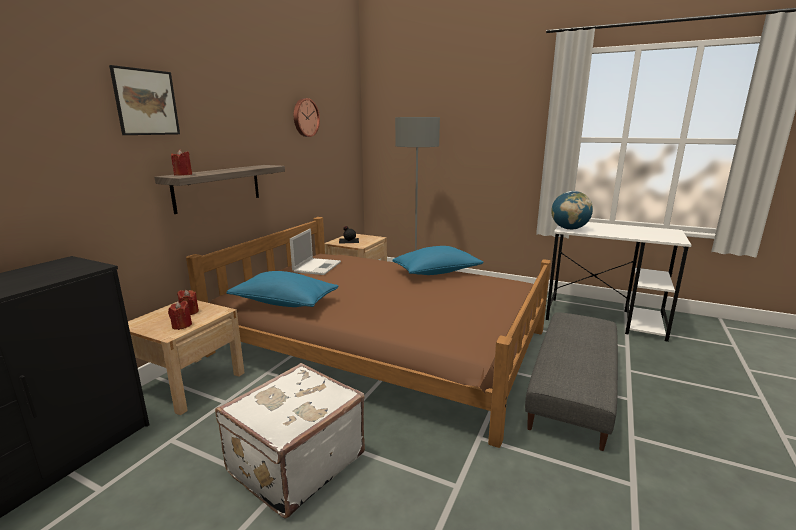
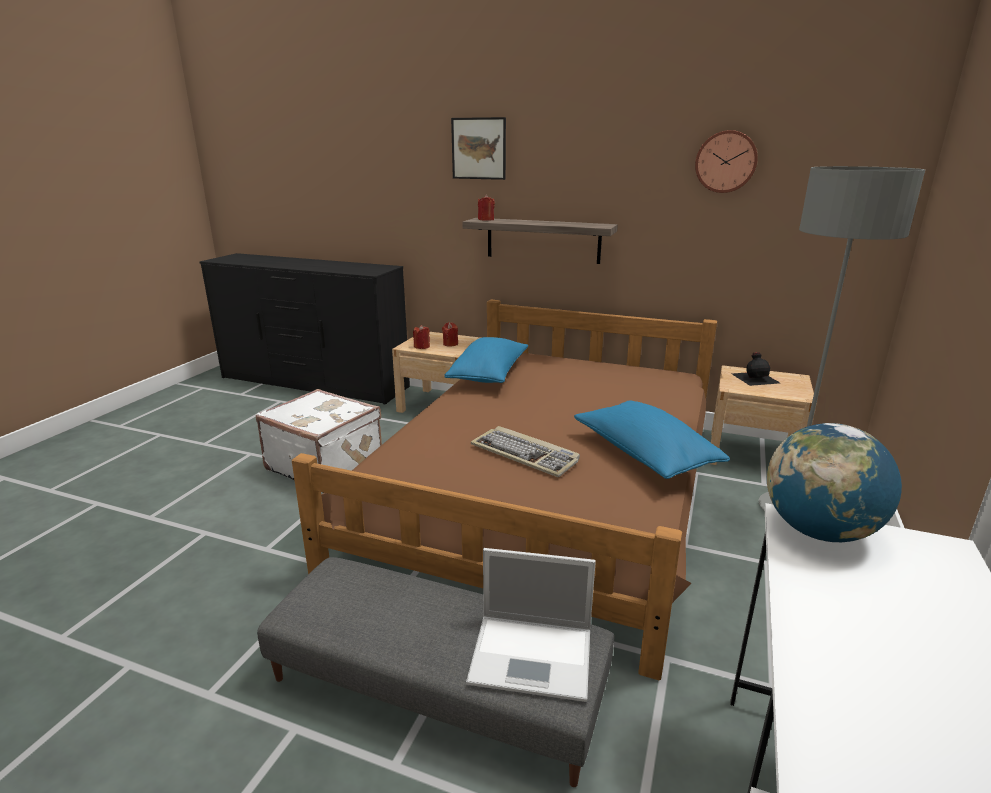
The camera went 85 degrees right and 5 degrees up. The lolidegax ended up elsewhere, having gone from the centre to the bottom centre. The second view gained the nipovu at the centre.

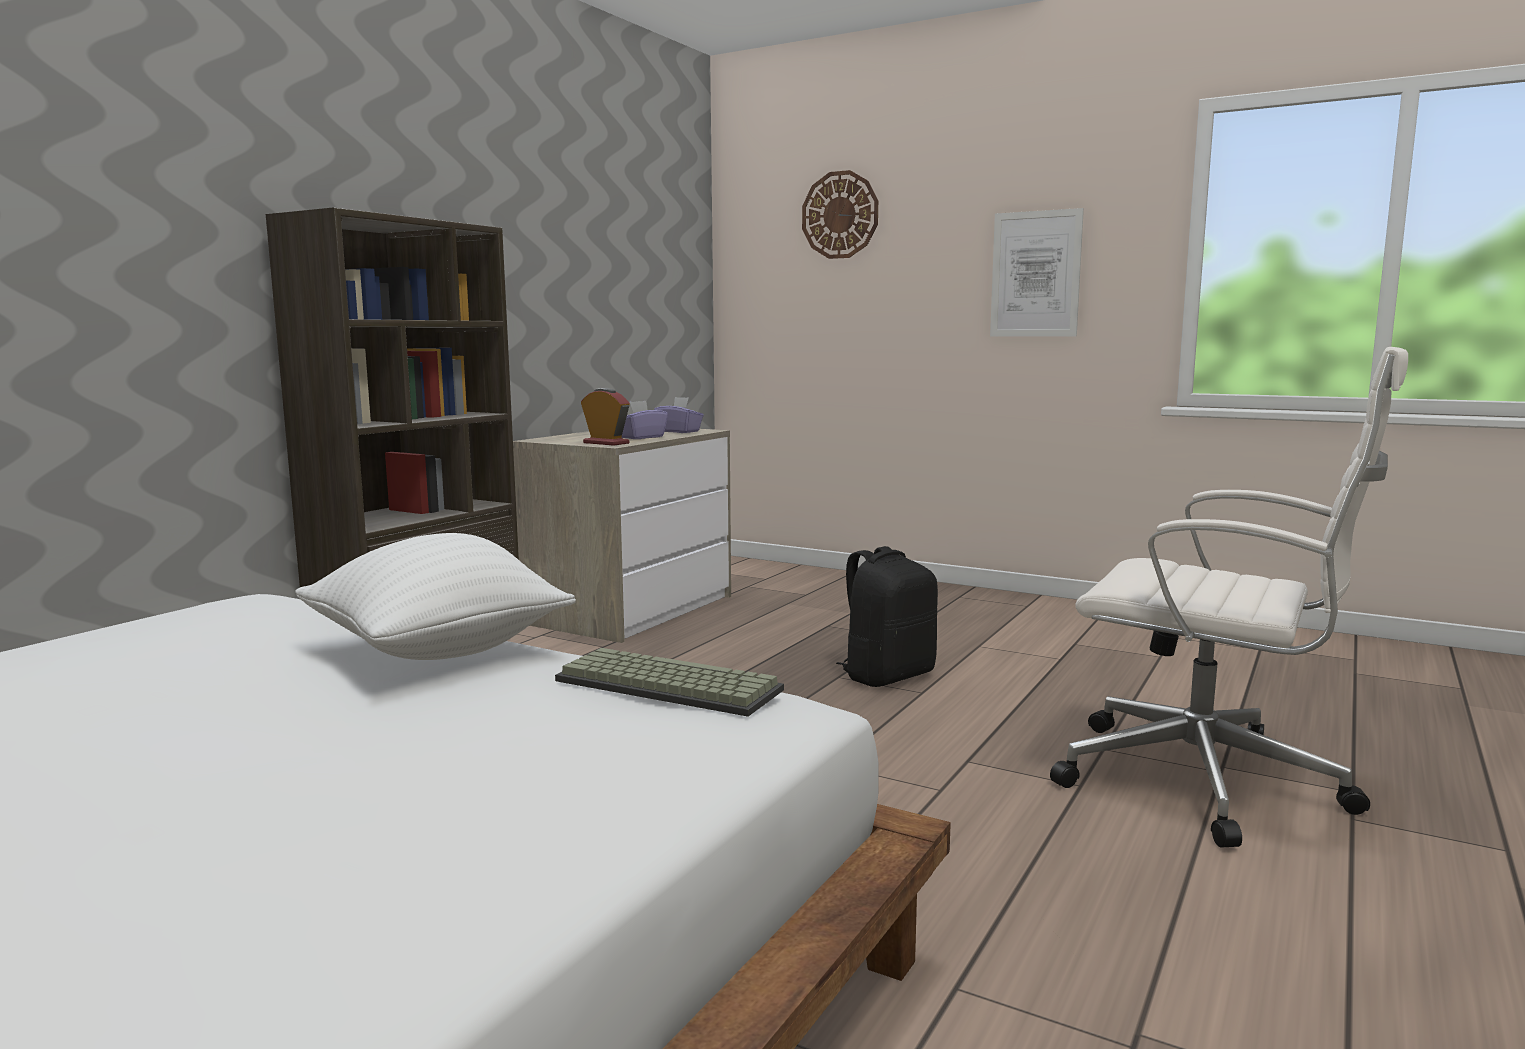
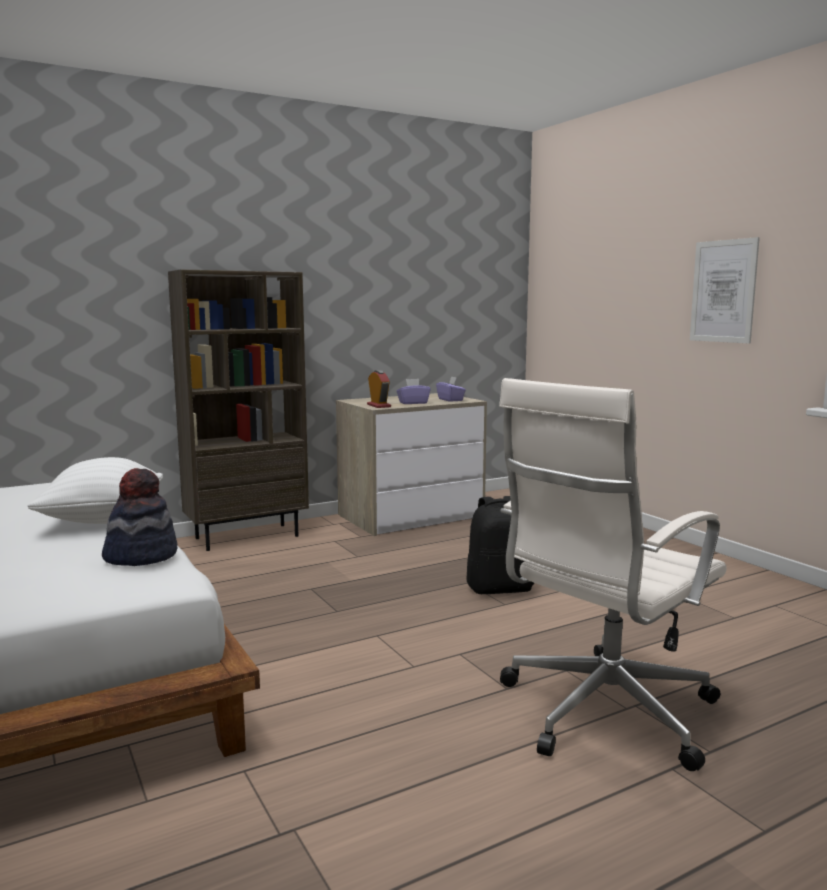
The camera went 30 degrees right and 0 degrees up. Where the nipovu stood at the centre, the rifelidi came to stand at the middle left. The second view lost the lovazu at the top centre. The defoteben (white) at the middle right ended up facing another way, 75 degrees clockwise from before.

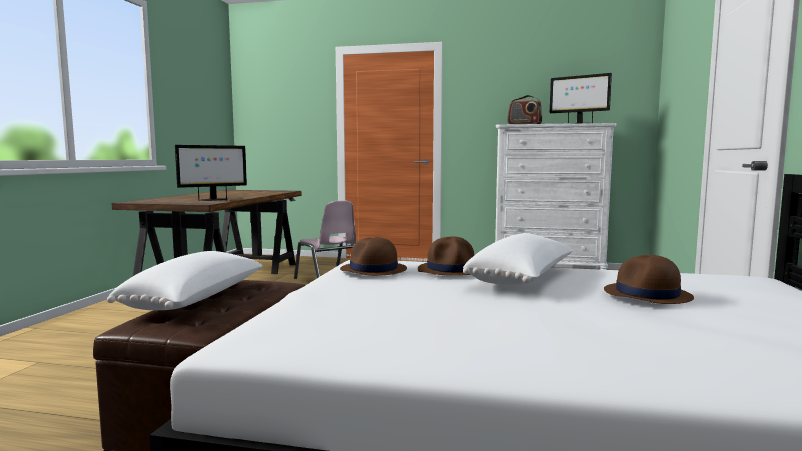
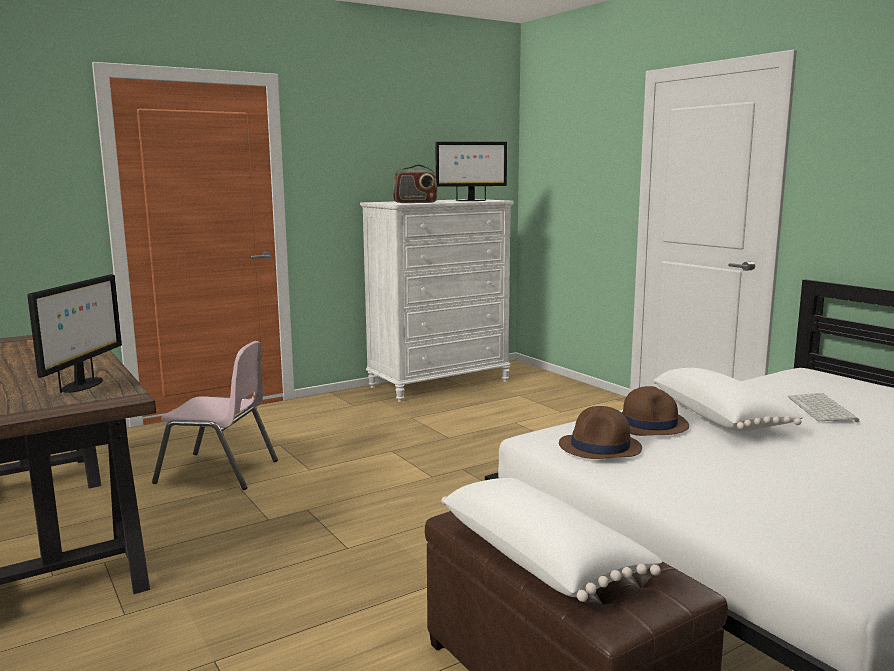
The camera went 45 degrees left and 5 degrees up. Where the rifelidi (brown) (3rd from left) stood at the middle right, the nipovu came to stand at the middle right.

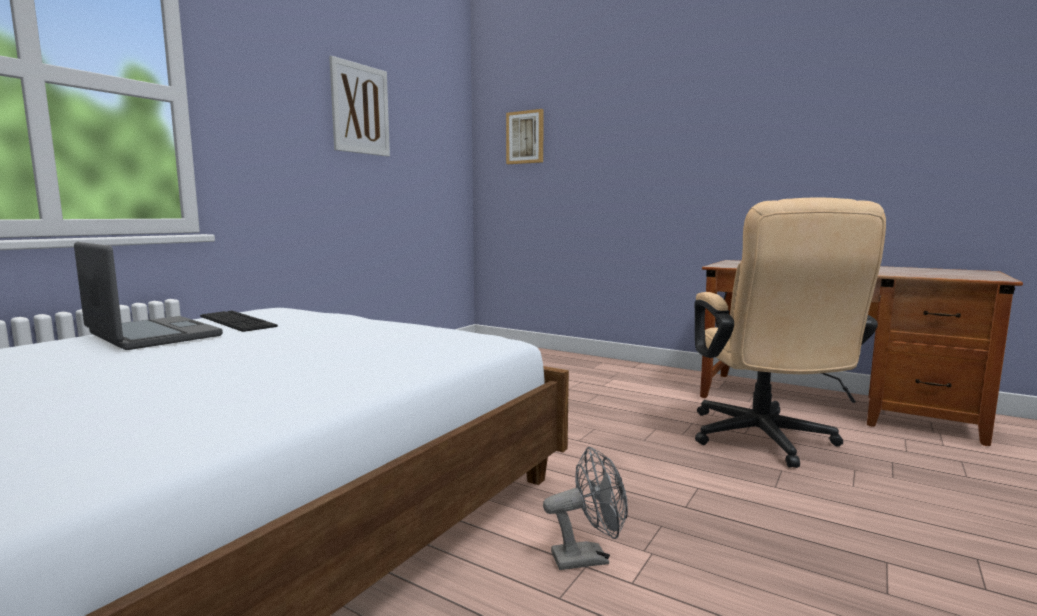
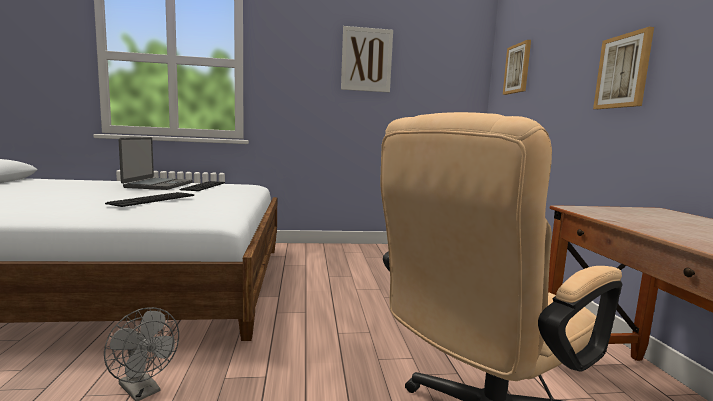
The camera went 50 degrees right and 0 degrees up. The second view gained the nipovu (1st from left) at the middle left. The second view gained the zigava (3rd from left) at the top right.

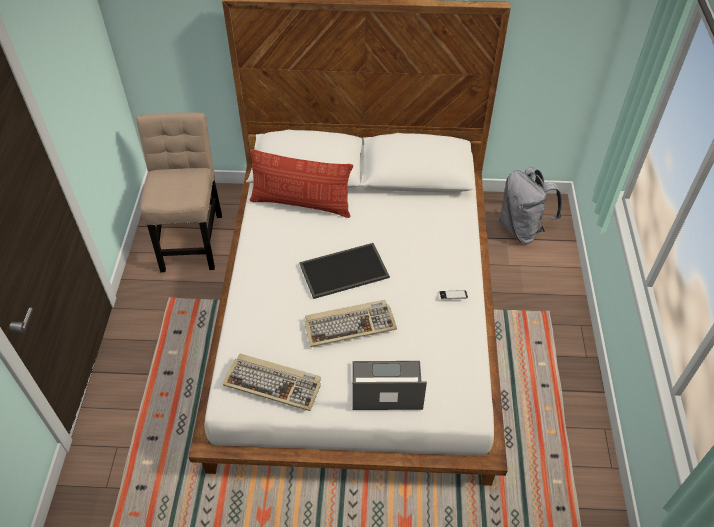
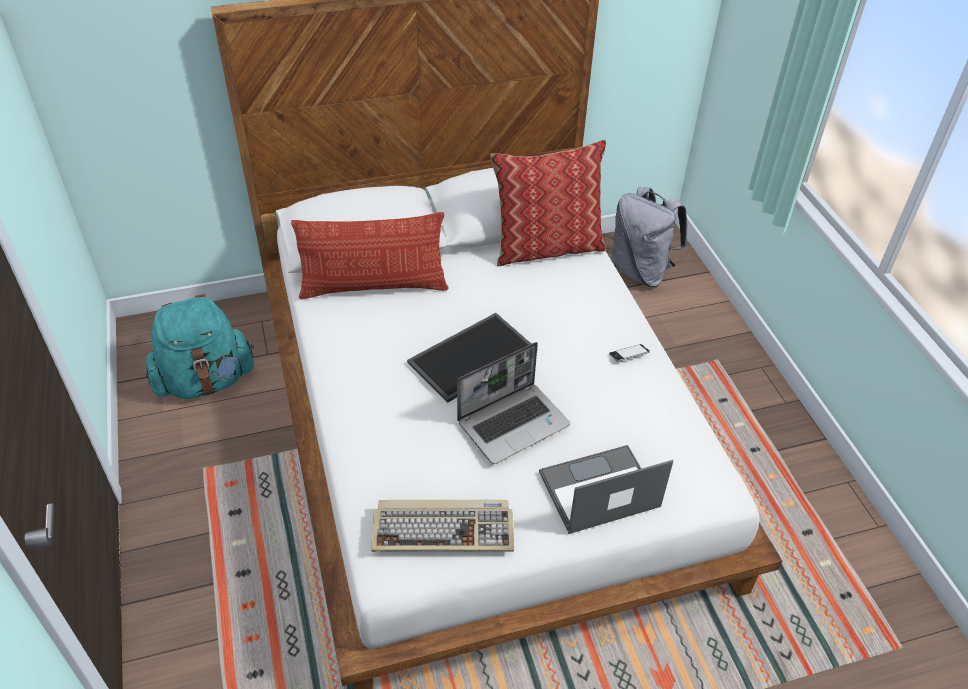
The camera went 20 degrees left and 5 degrees down. Where the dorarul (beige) stood at the middle left, the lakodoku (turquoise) came to stand at the middle left. Where the nipovu (2nd from left) stood at the centre, the lolidegax (1st from left) came to stand at the centre. The second view gained the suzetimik (2nd from left) at the top centre.

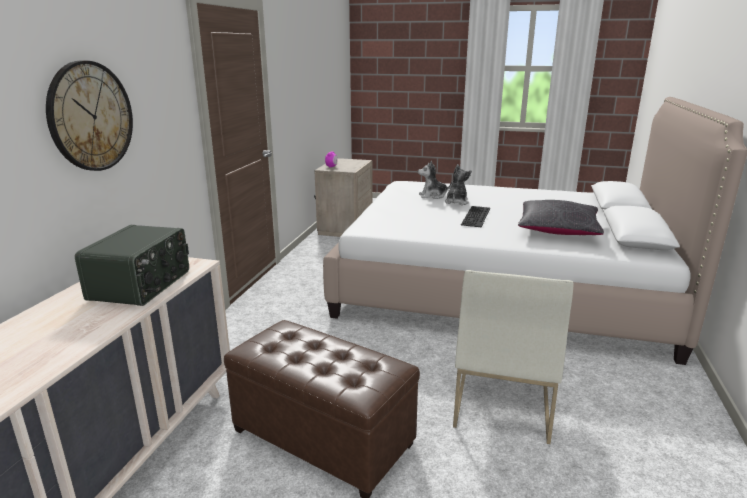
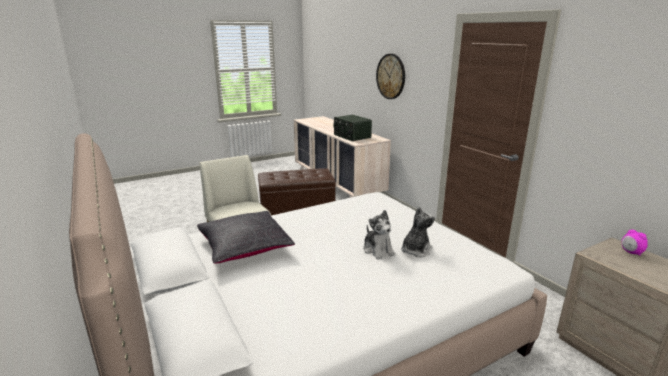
The camera went 135 degrees right and 0 degrees up. The second view lost the nipovu at the centre.

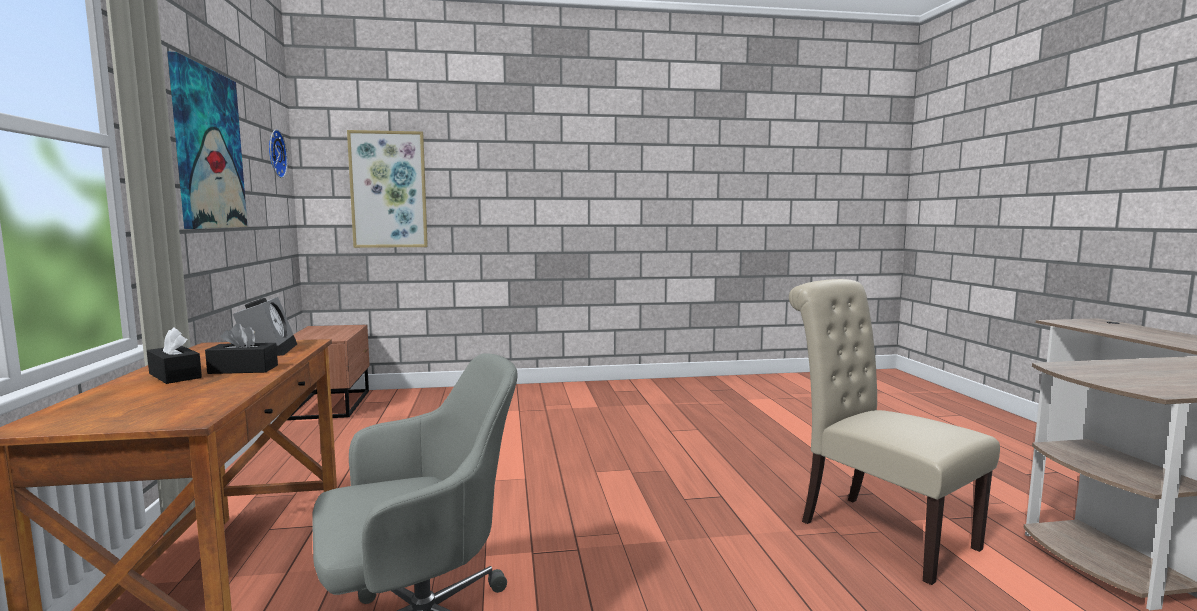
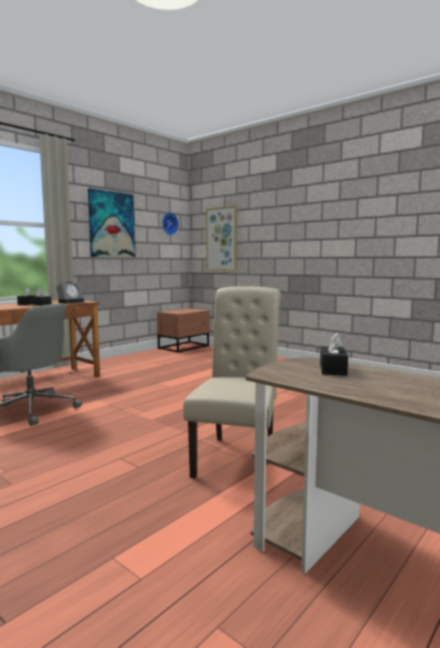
The camera went 50 degrees right and 0 degrees up. The second view gained the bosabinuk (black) (3rd from left) at the middle right.

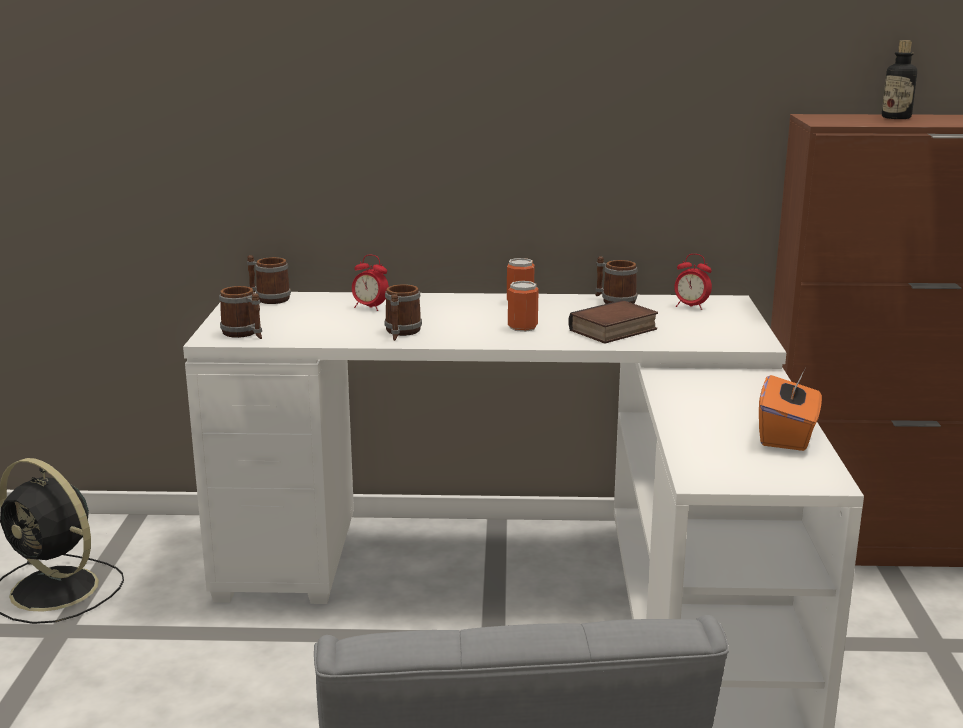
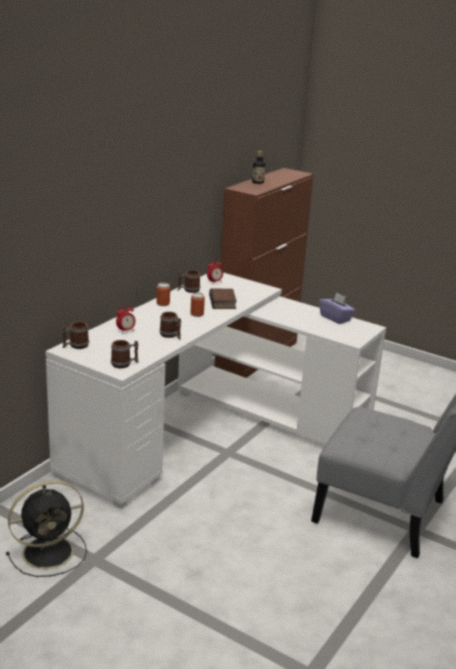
The camera went 60 degrees left and 5 degrees up. What was the bosabinuk (orange) at the middle right turned into the bosabinuk (purple) at the middle right.

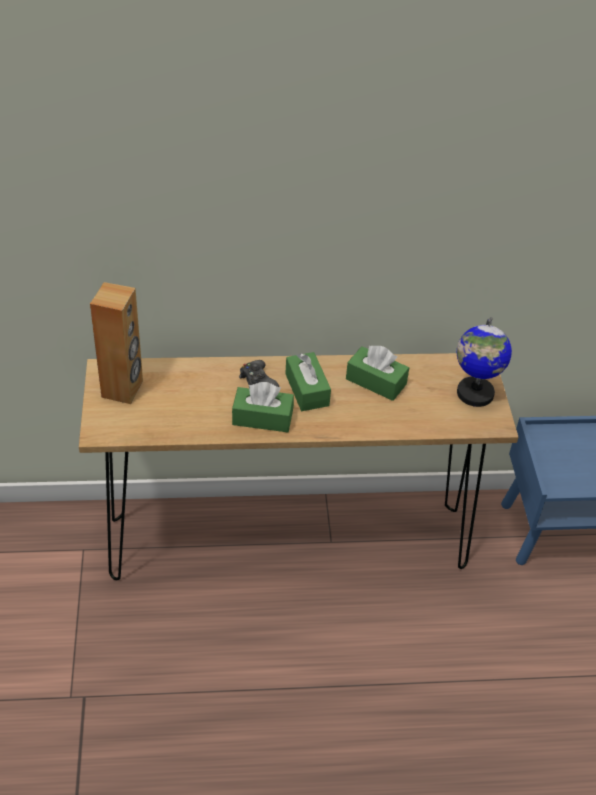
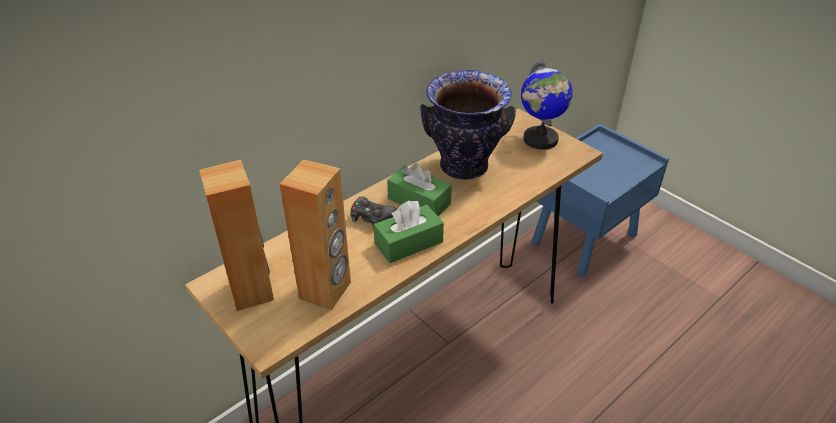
The camera went 35 degrees left and 5 degrees down. Where the bosabinuk (green) (3rd from left) stood at the centre, the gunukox came to stand at the top centre. The second view gained the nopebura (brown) (2nd from left) at the centre.

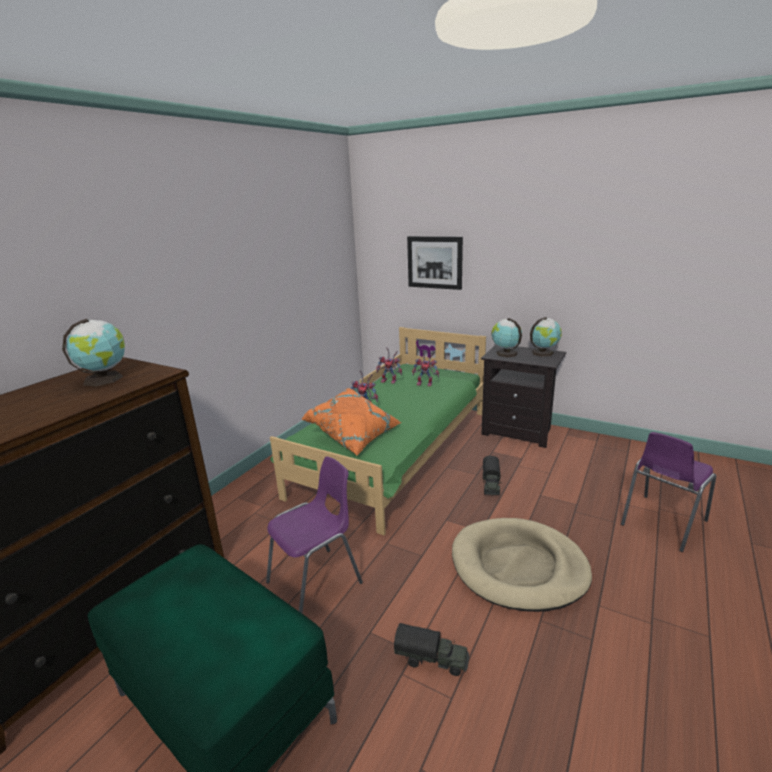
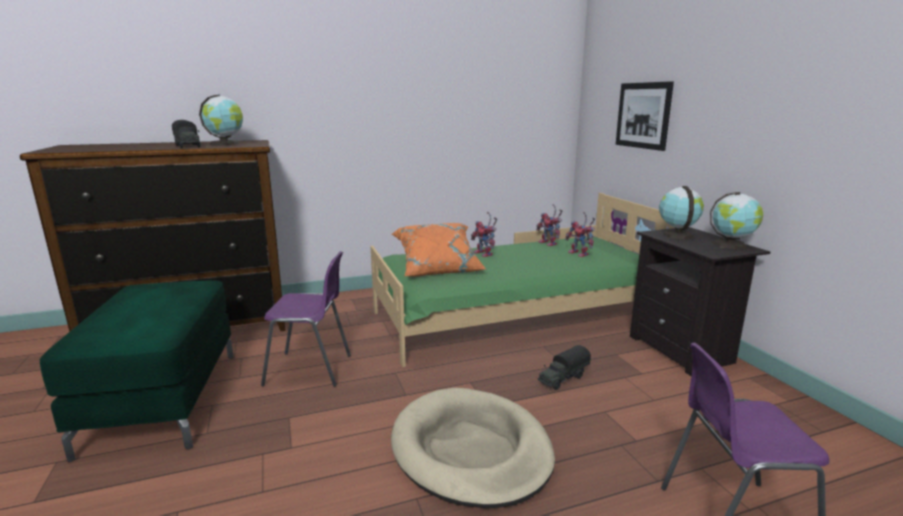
The camera went 40 degrees right and 5 degrees down. The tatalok (1st from left) ended up elsewhere, having gone from the bottom centre to the top left.

